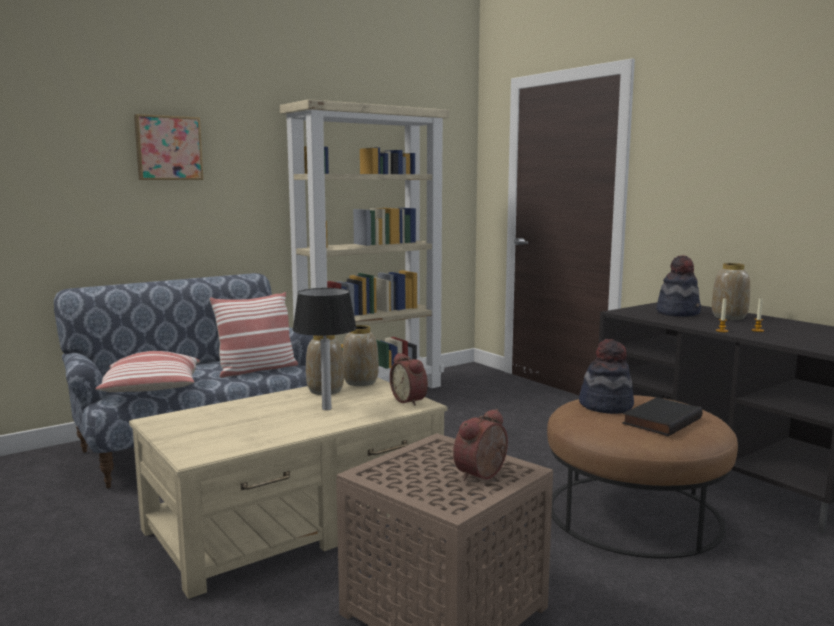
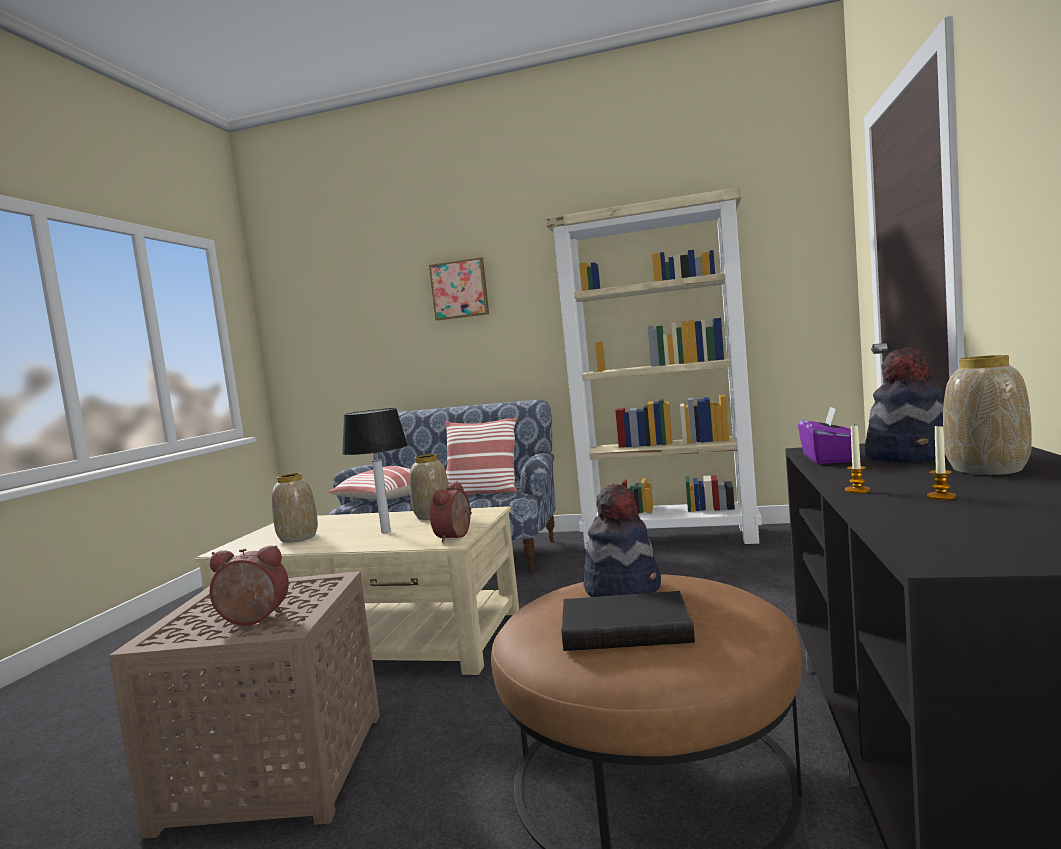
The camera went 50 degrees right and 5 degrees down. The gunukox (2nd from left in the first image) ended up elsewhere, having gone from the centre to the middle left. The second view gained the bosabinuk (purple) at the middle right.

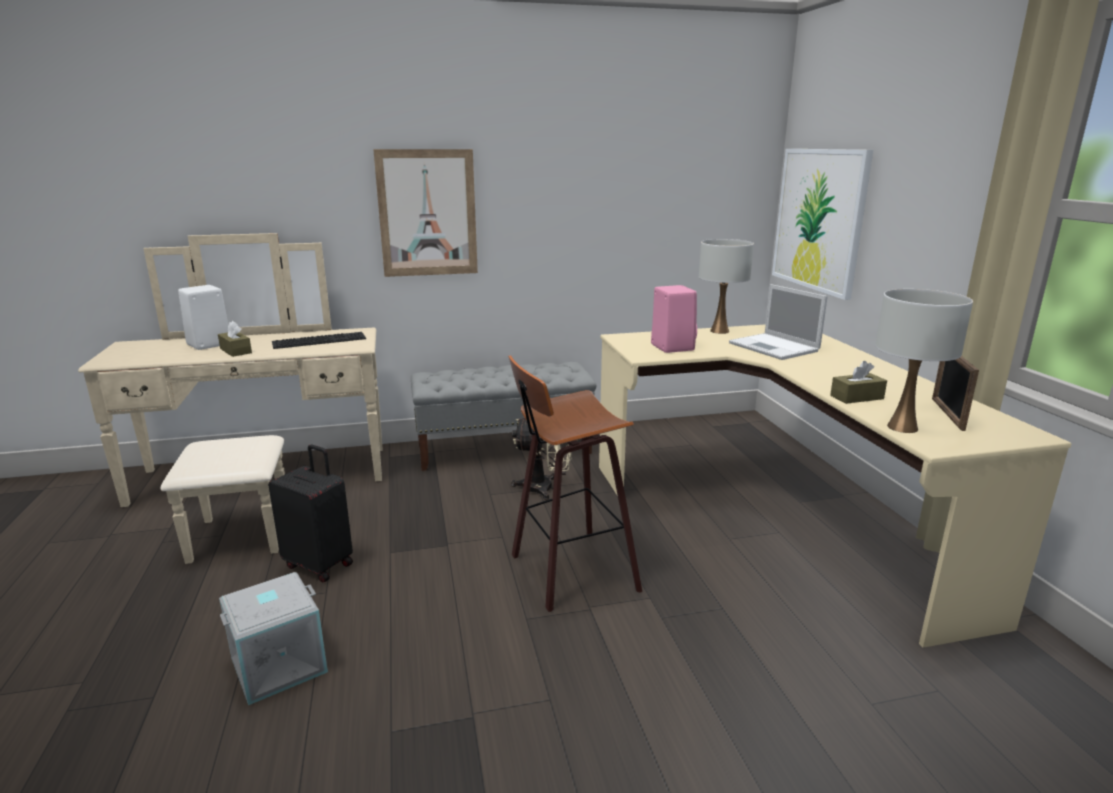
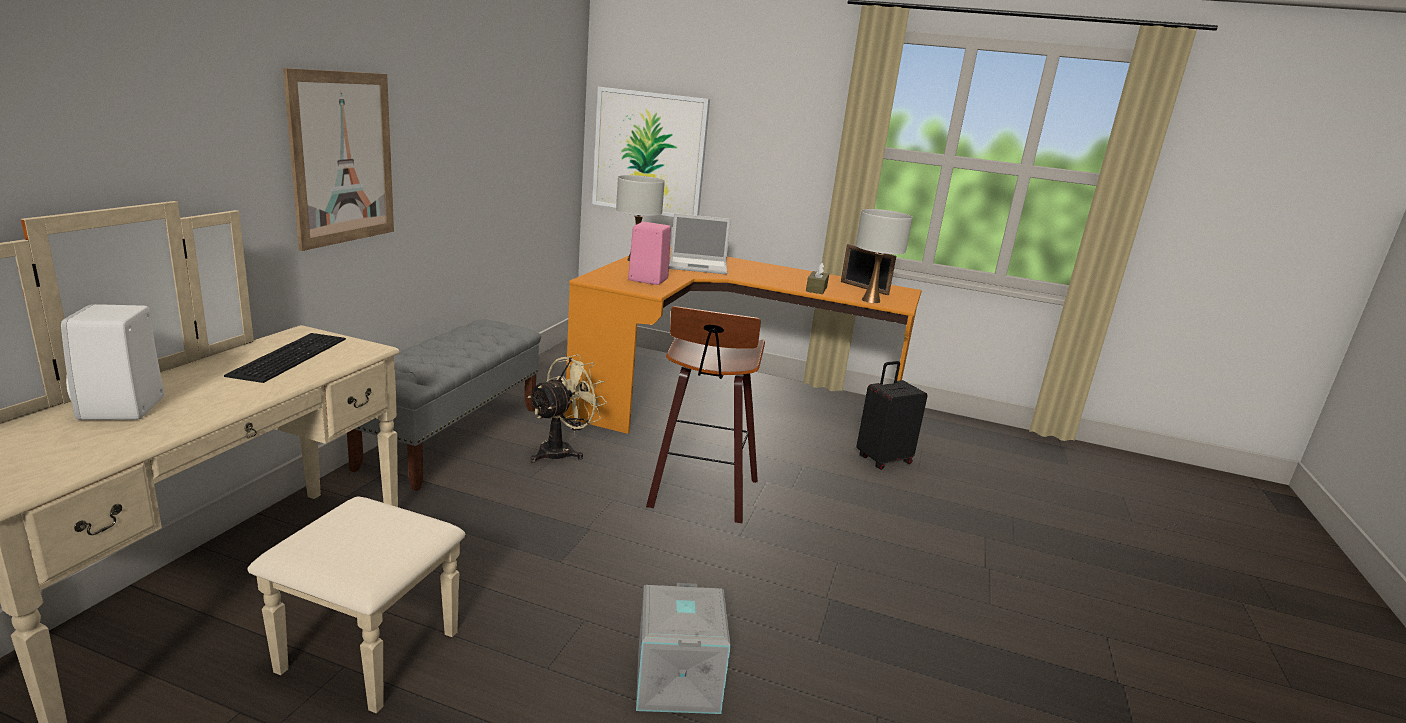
The camera went 60 degrees left and 0 degrees up. The second view lost the bosabinuk (brown) (1st from left) at the middle left. The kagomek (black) ended up elsewhere, having gone from the middle left to the centre. What was the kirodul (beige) at the middle right turned into the kirodul (orange) at the centre.

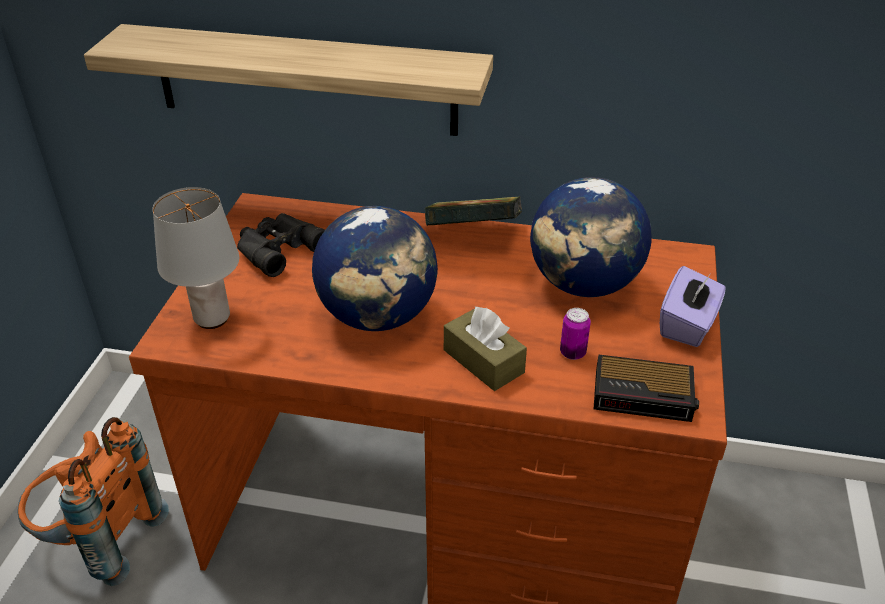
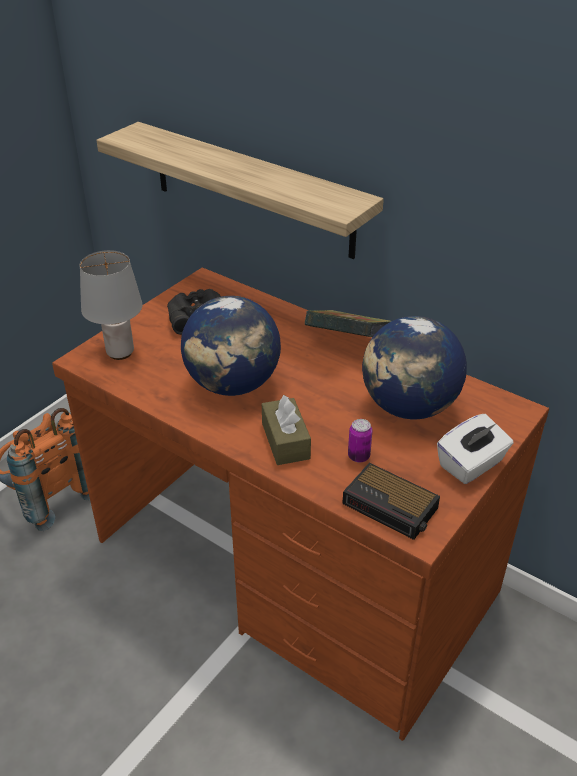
The camera went 25 degrees right and 0 degrees up. What was the bosabinuk (purple) at the middle right turned into the bosabinuk (white) at the middle right.

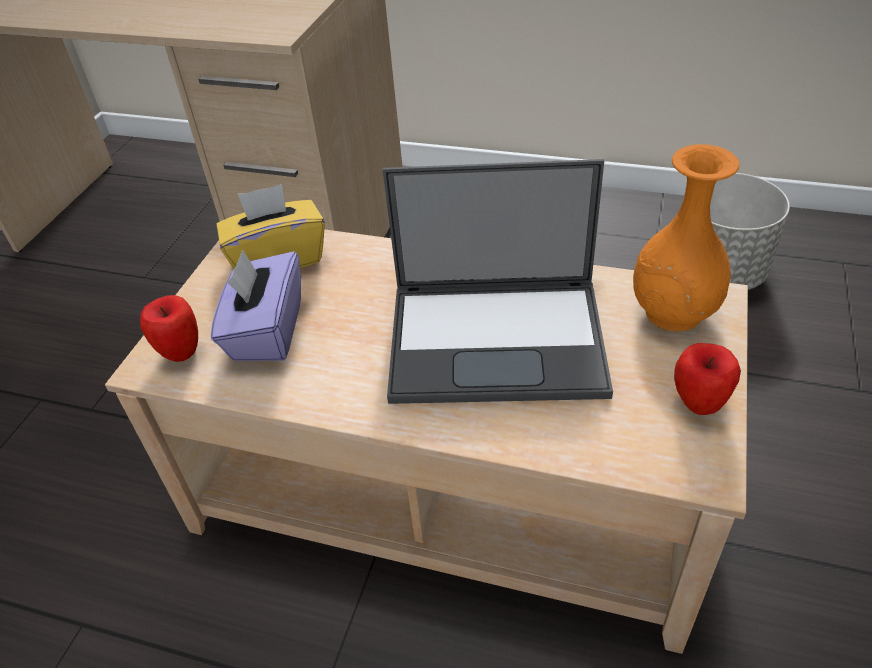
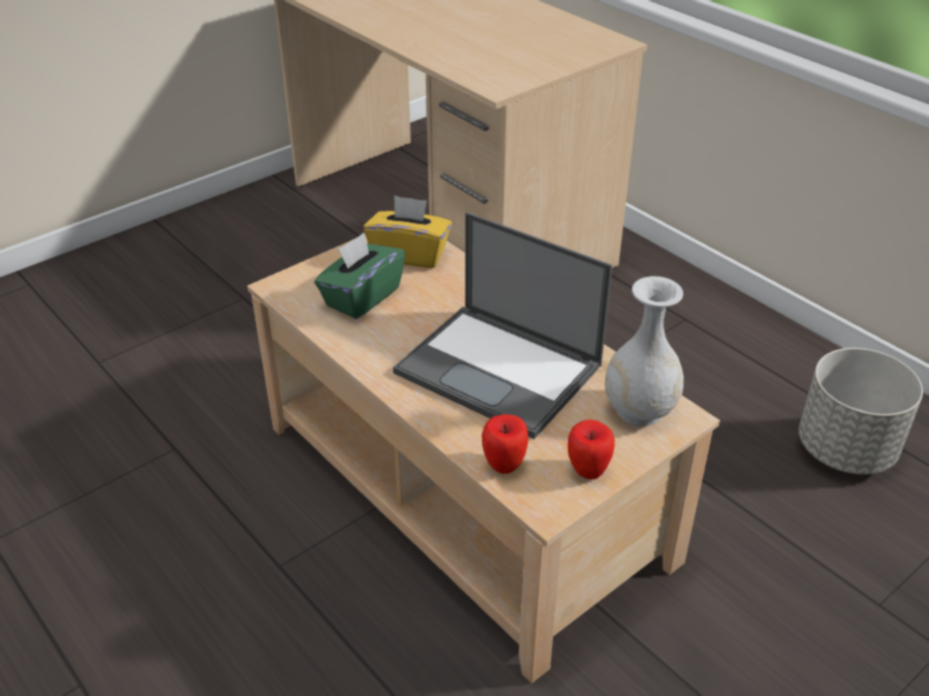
The camera went 30 degrees right and 5 degrees down. The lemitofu (1st from left) ended up elsewhere, having gone from the middle left to the centre. What was the bosabinuk (purple) at the middle left turned into the bosabinuk (green) at the centre. What was the gunukox (orange) at the middle right turned into the gunukox (white) at the middle right.

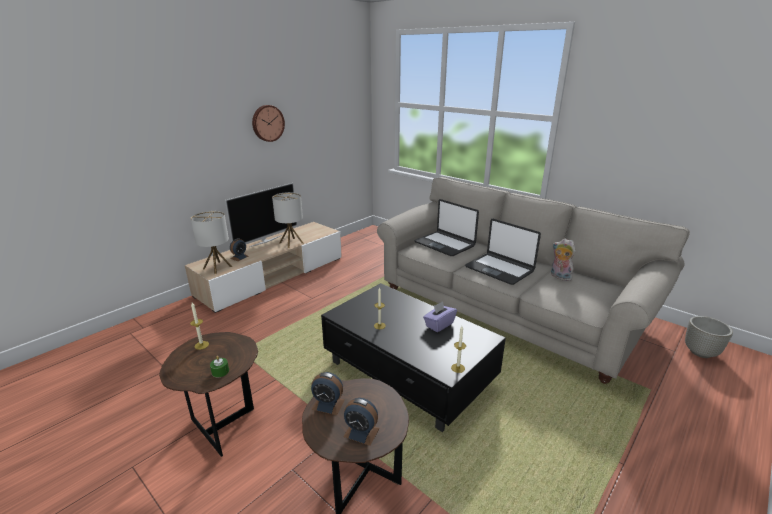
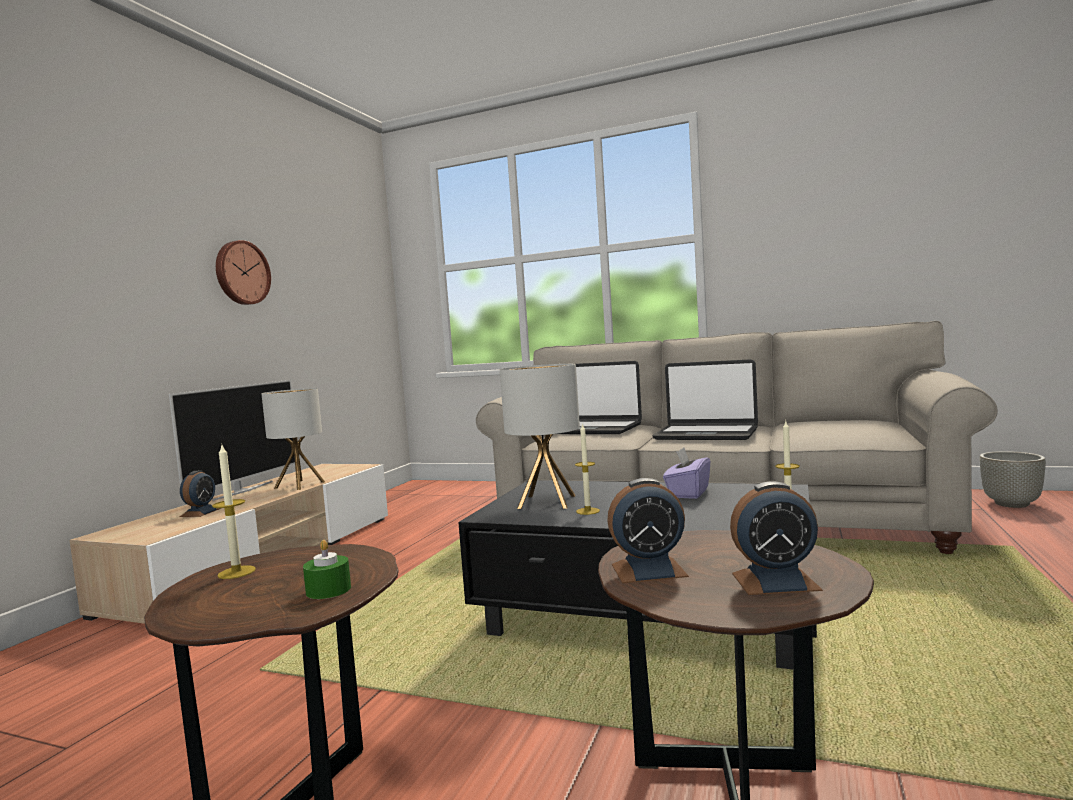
The camera went 20 degrees left and 20 degrees down. The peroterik (1st from left in the first image) ended up elsewhere, having gone from the middle left to the centre. The second view lost the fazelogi at the middle right.

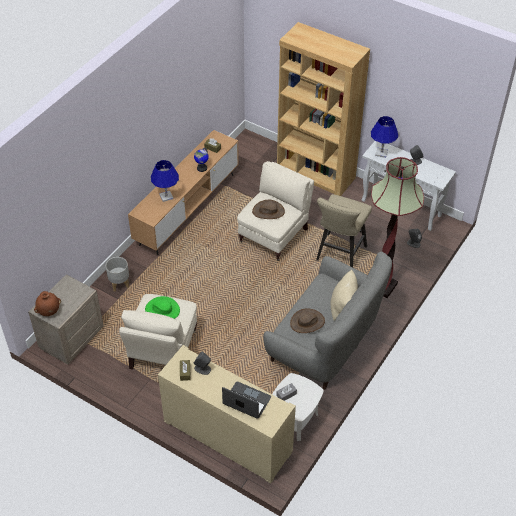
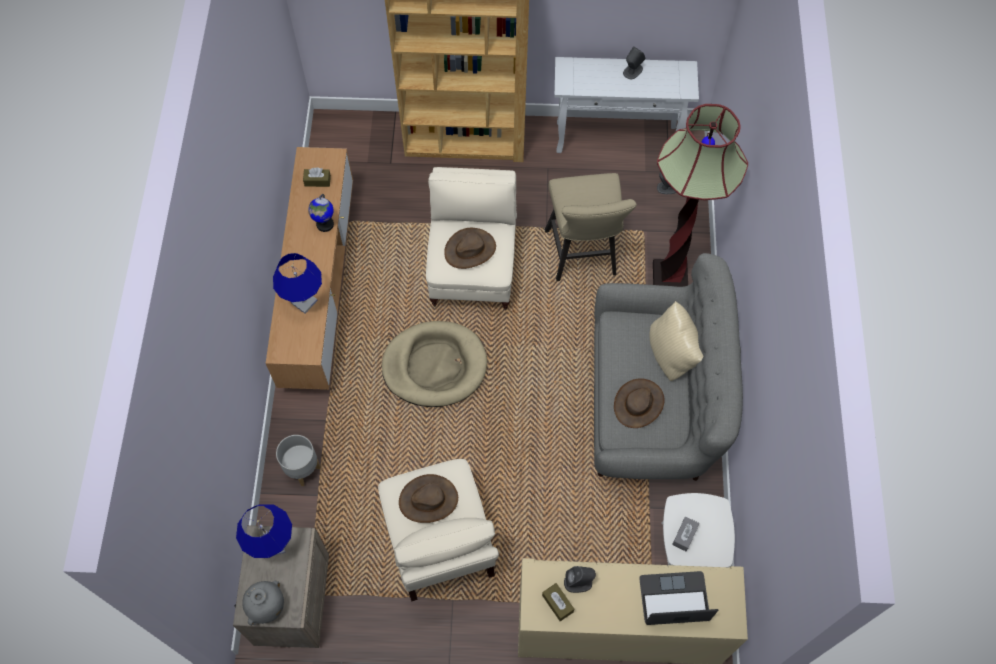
The camera went 30 degrees left and 15 degrees up. What was the gunukox (brown) at the middle left turned into the gunukox (grey) at the bottom left. What was the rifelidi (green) at the middle left turned into the rifelidi (brown) (1st from left) at the bottom centre. The peroterik (blue) (2nd from left in the first image) ended up elsewhere, having gone from the top right to the bottom left. The second view gained the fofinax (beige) at the centre.

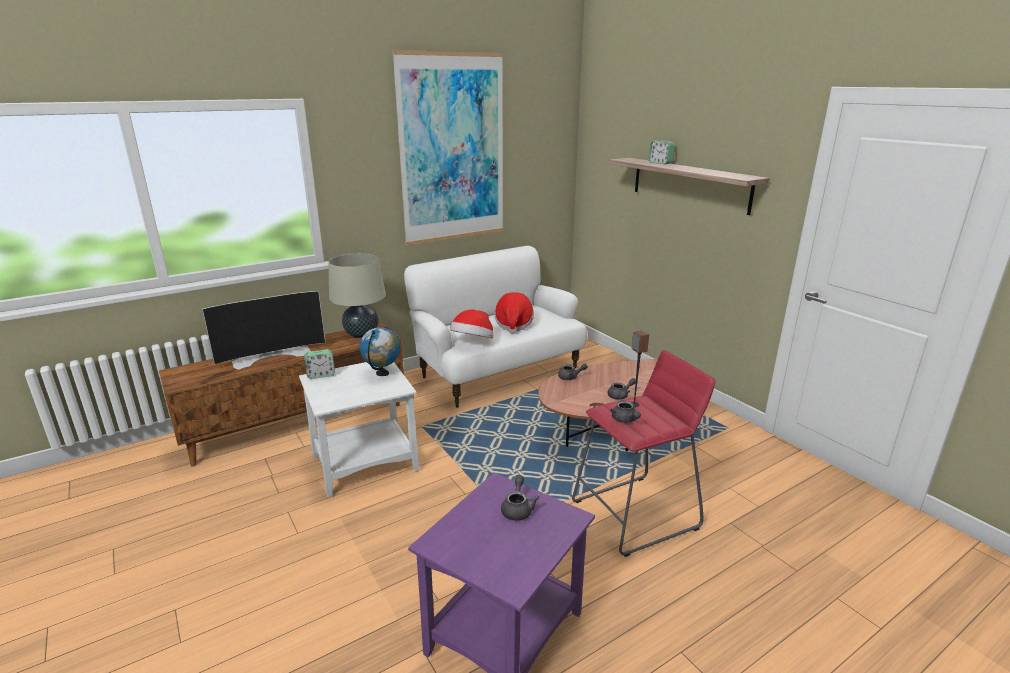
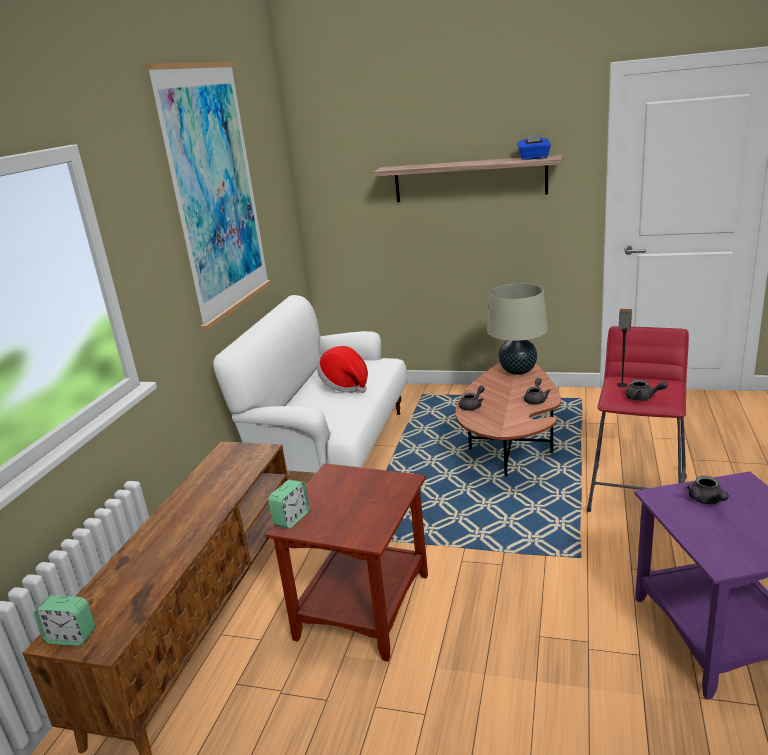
The camera went 40 degrees left and 0 degrees up. The second view lost the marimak at the middle left. What was the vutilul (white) at the centre turned into the vutilul (brown) at the bottom centre. The peroterik (beige) ended up elsewhere, having gone from the centre to the middle right. The second view lost the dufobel at the centre. The second view lost the rifelidi (1st from left) at the centre. The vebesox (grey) (1st from left in the first image) at the bottom centre ended up facing another way, 150 degrees counterclockwise from before. The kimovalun (2nd from left in the first image) ended up elsewhere, having gone from the top centre to the bottom left. The second view gained the bosabinuk (blue) at the top right.

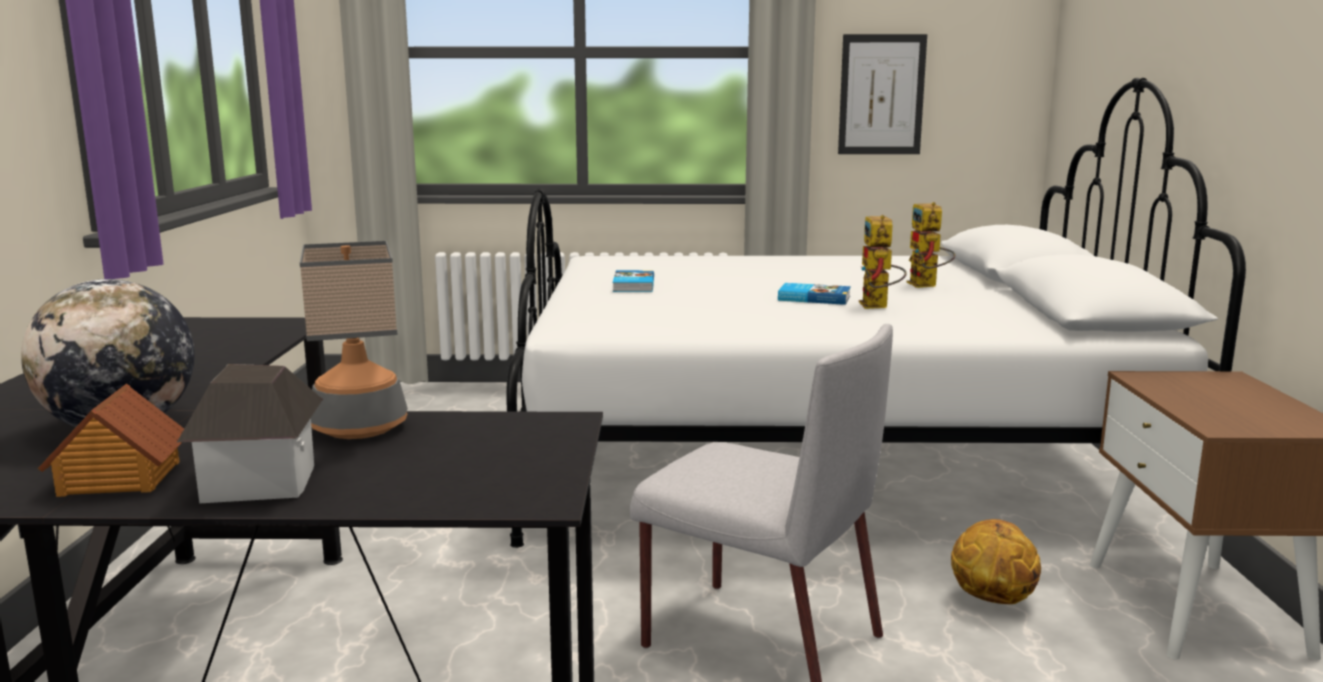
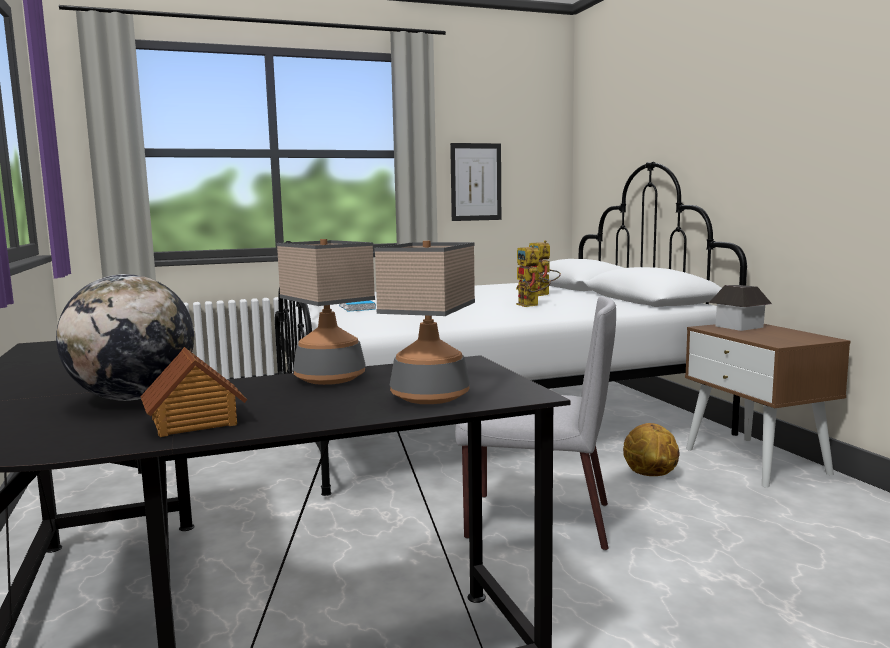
The camera went 20 degrees left and 5 degrees down. The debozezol (2nd from left) ended up elsewhere, having gone from the middle left to the middle right. The second view lost the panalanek (2nd from left) at the centre. The second view gained the peroterik (2nd from left) at the centre.

